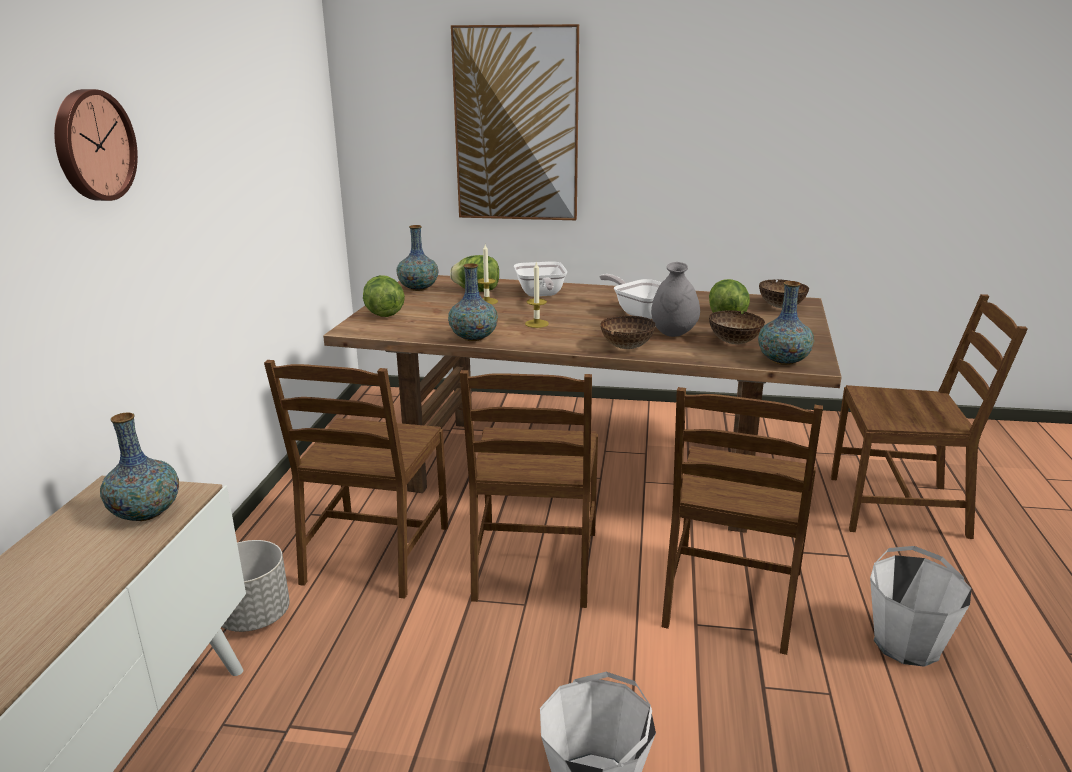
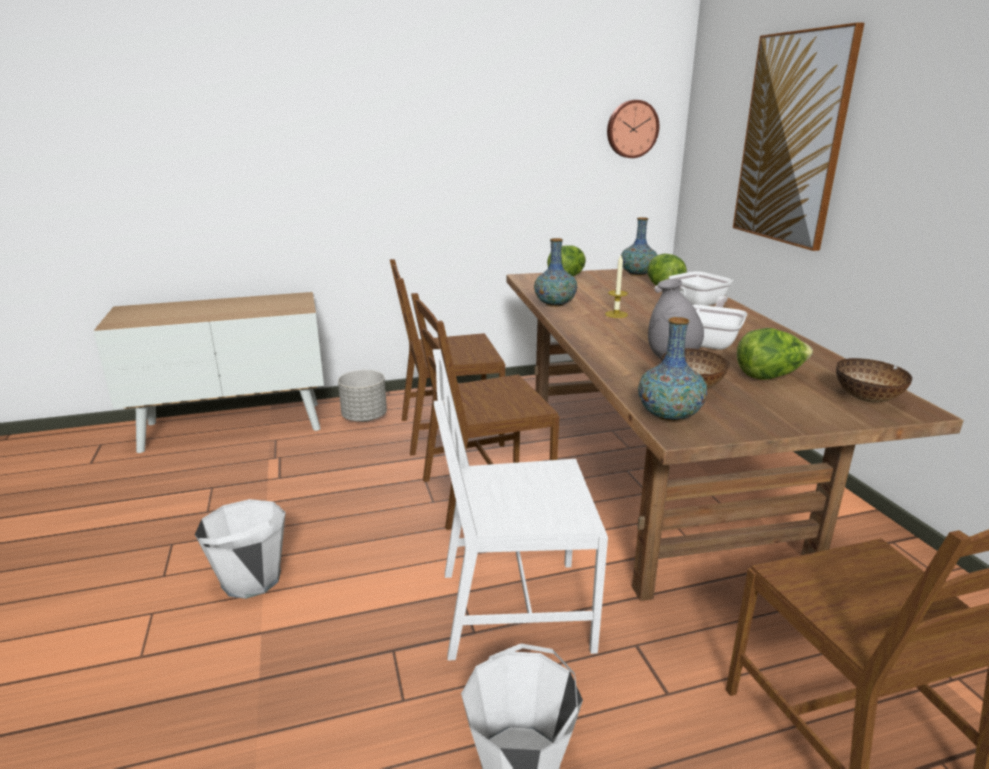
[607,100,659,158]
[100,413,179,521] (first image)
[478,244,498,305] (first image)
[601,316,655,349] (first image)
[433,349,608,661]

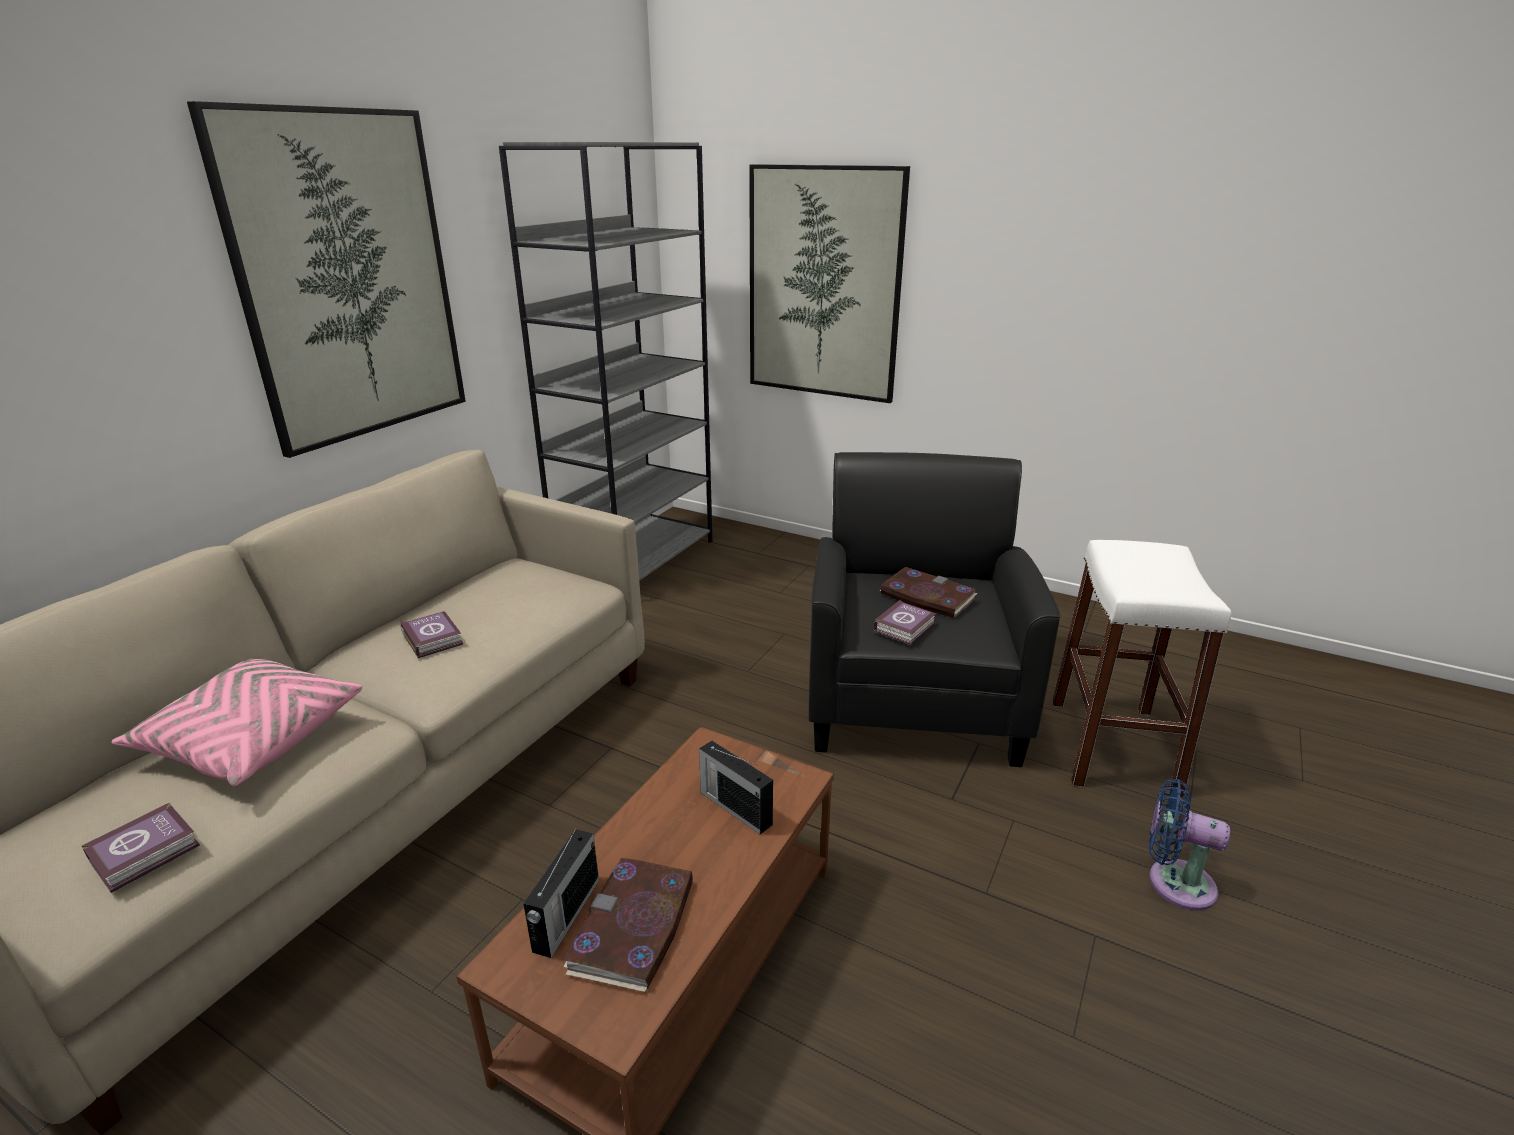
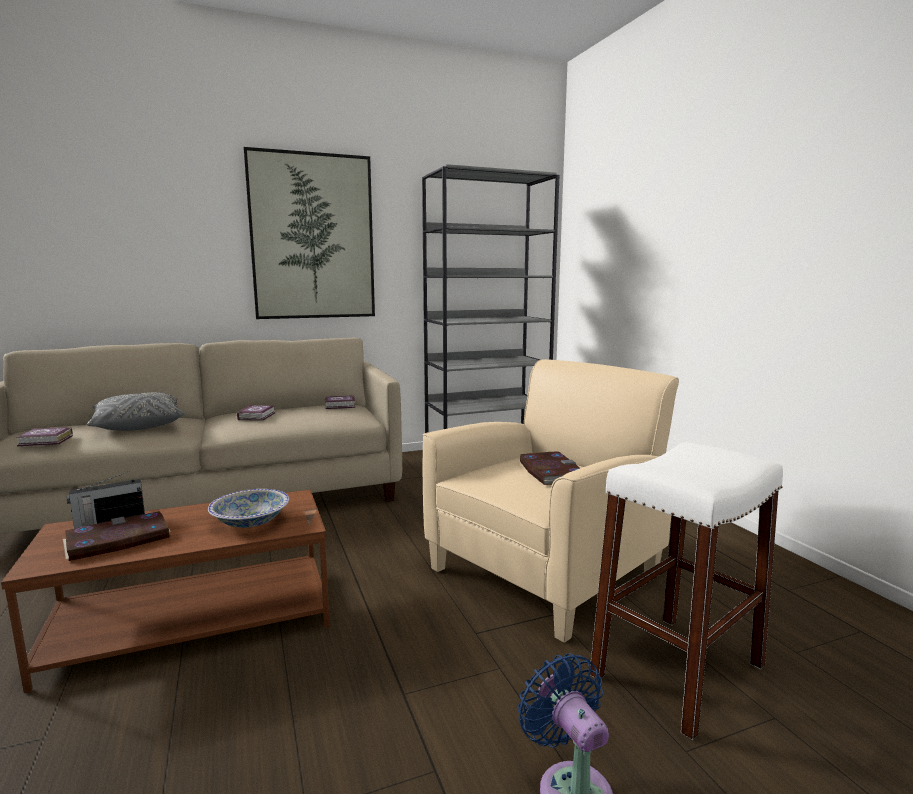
[87,392,185,431]
[208,489,289,528]
[749,164,910,403] (first image)
[423,359,679,643]
[325,395,355,409]

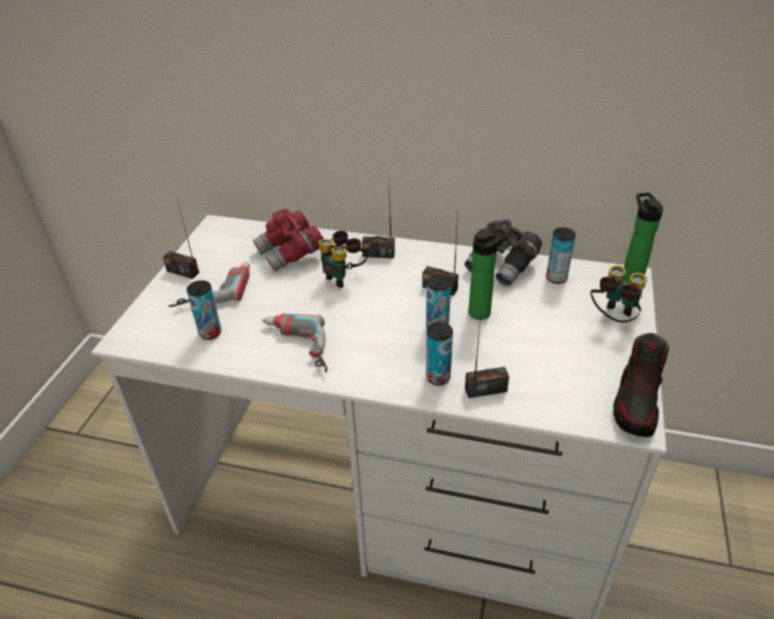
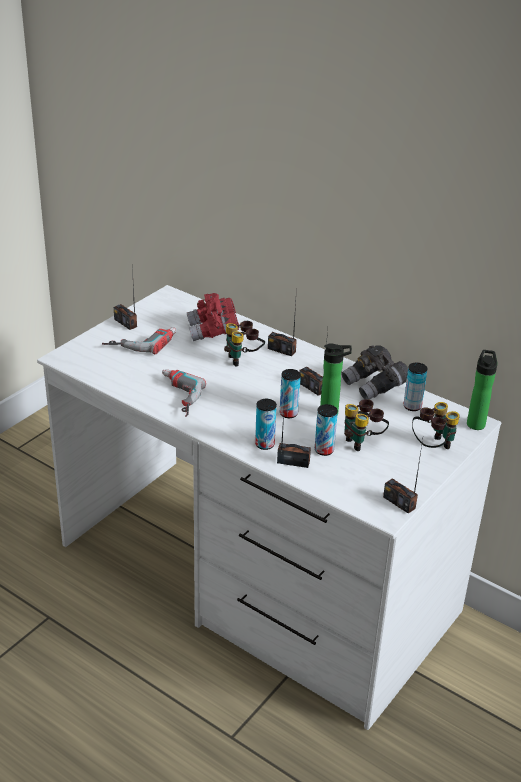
[315,404,338,456]
[383,439,423,514]
[344,399,389,451]

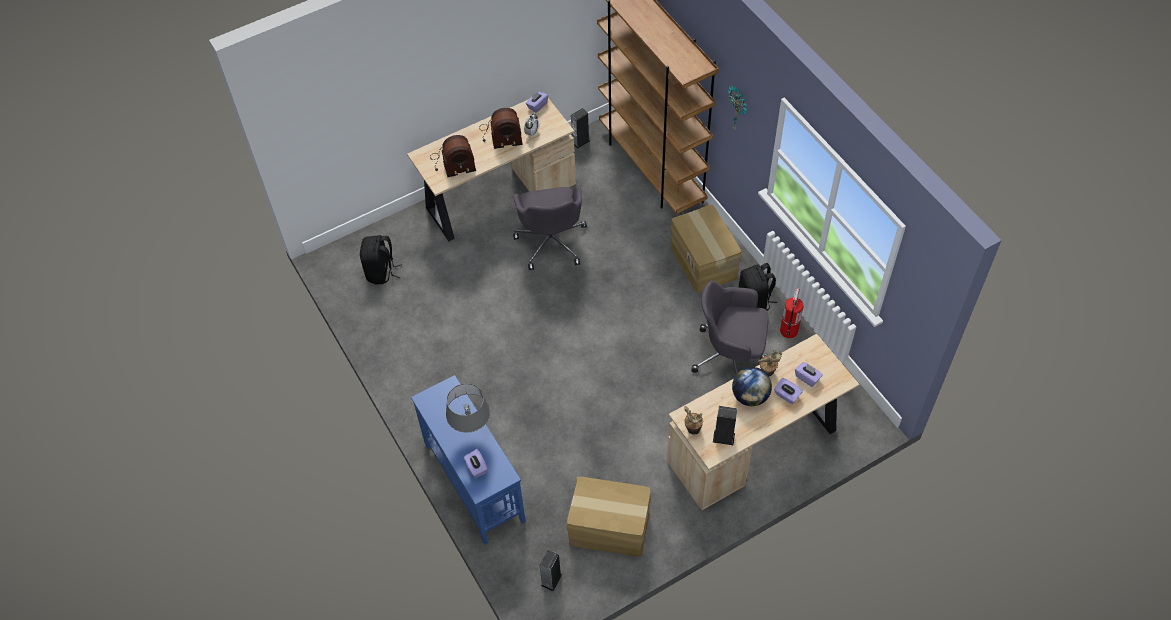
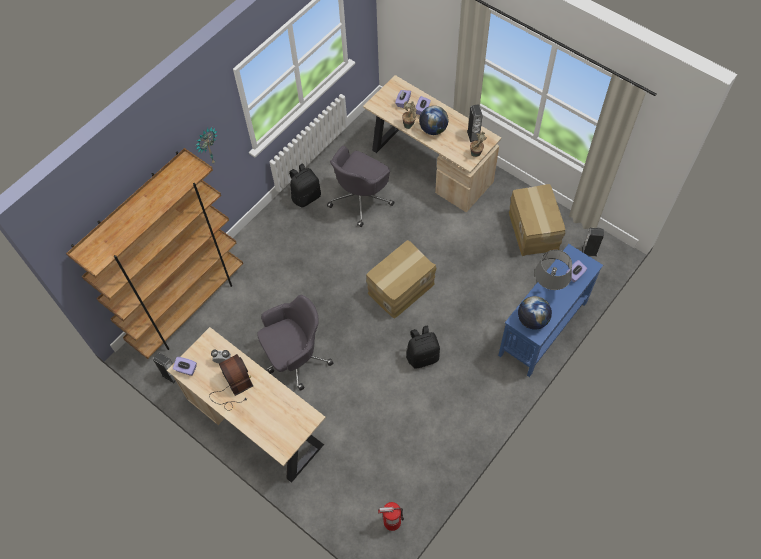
[406,325,440,369]
[430,135,476,177] (first image)
[366,240,437,318]
[327,146,395,227]
[378,502,404,531]
[518,296,552,330]

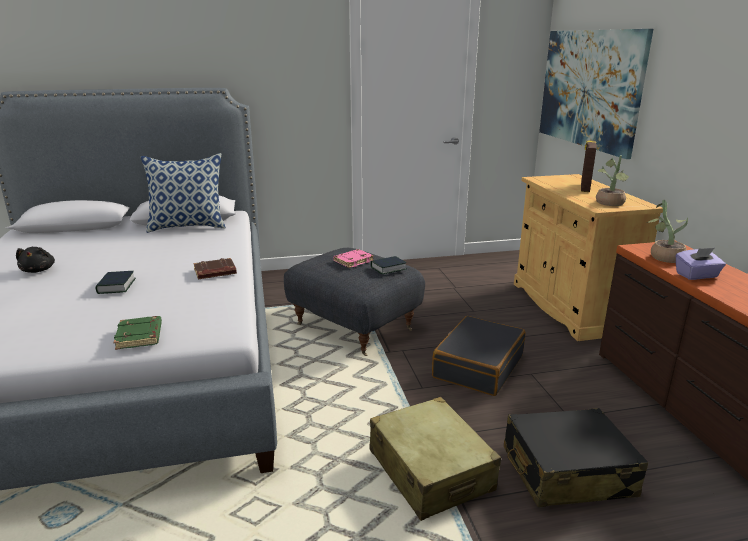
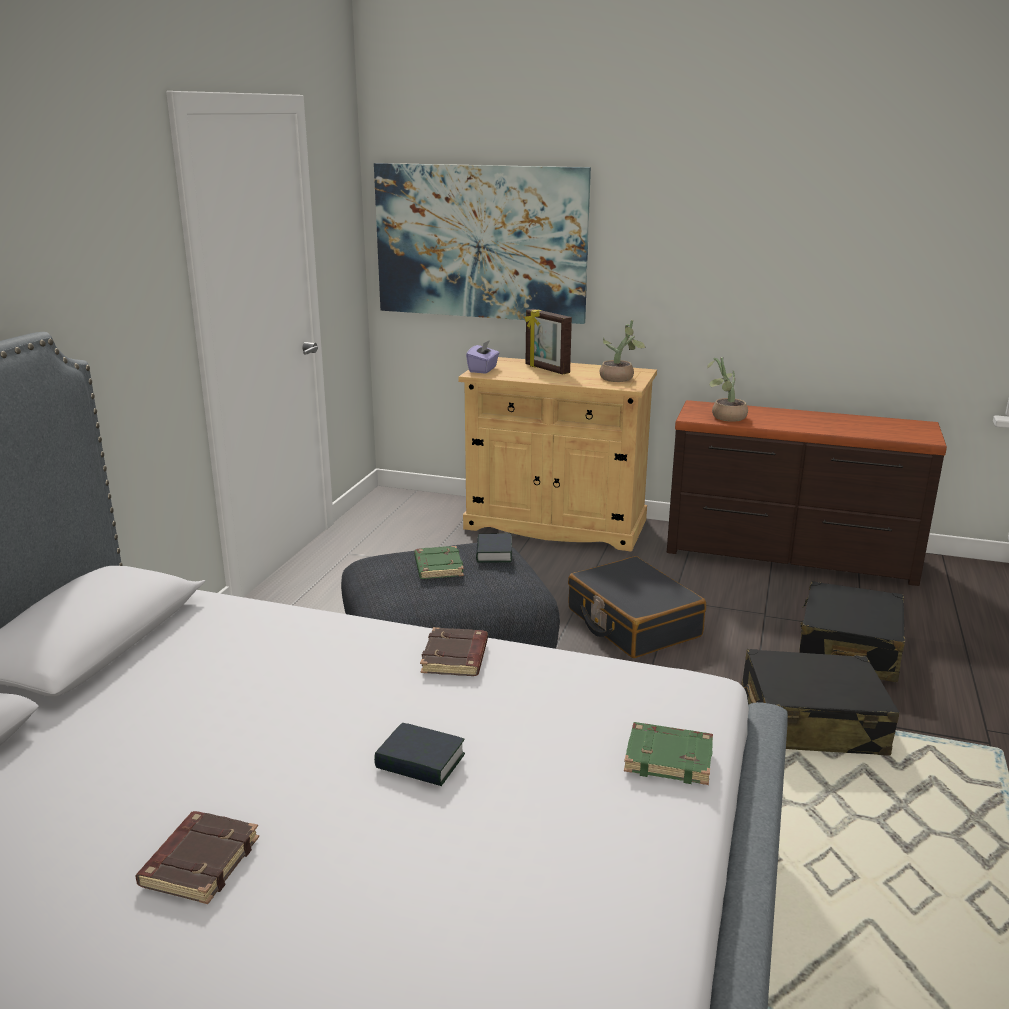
[136,811,259,904]
[141,153,226,233] (first image)
[414,546,464,579]
[741,649,900,756]
[466,340,499,374]

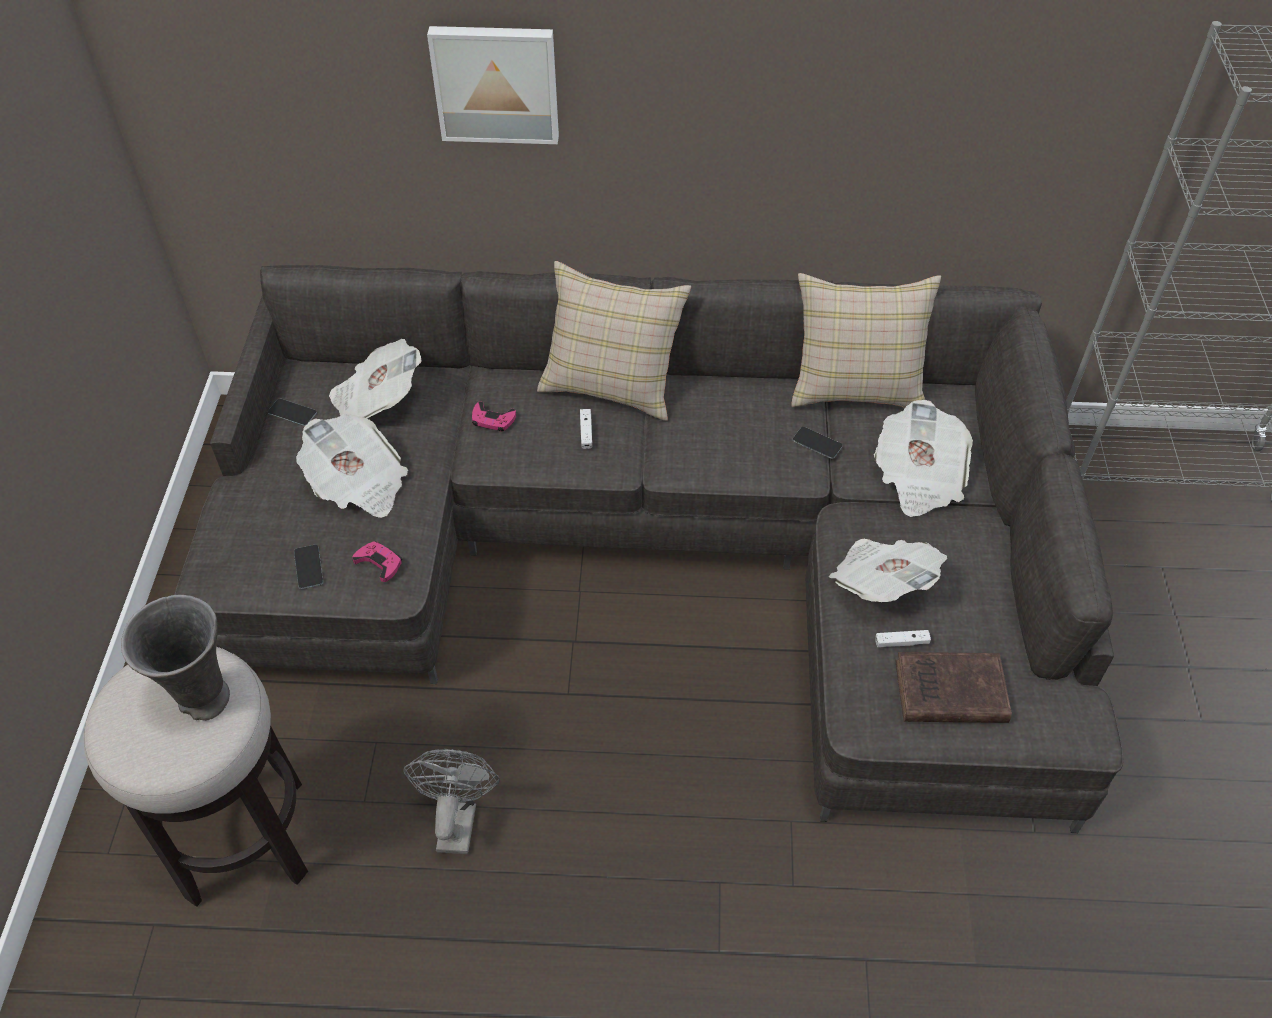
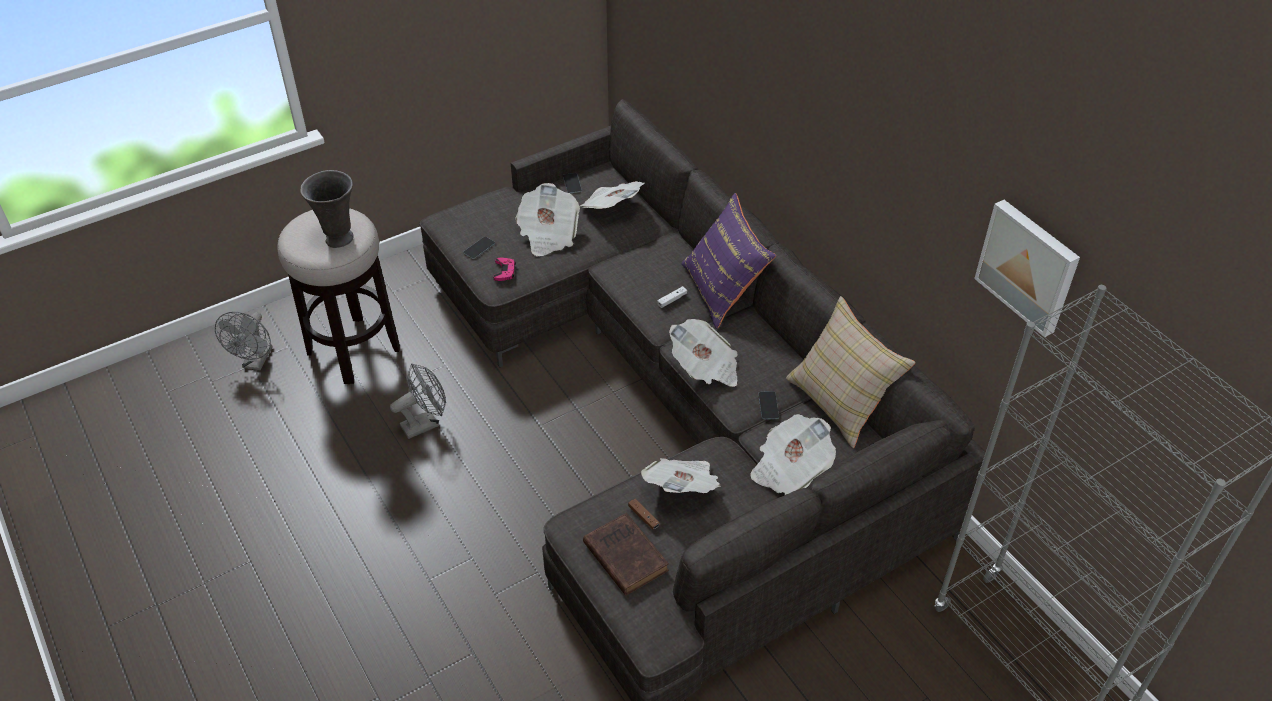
[974,200,1080,337]
[472,401,516,432] (first image)
[681,193,776,329]
[628,499,660,530]
[215,312,273,370]
[669,319,738,387]

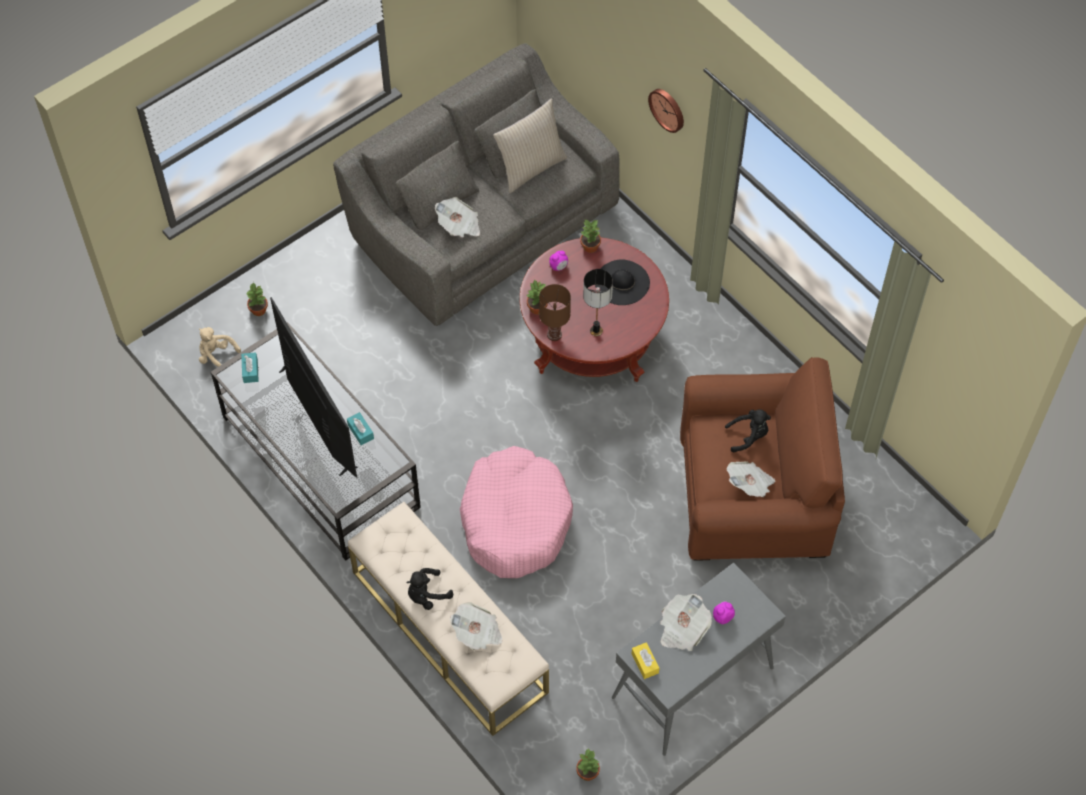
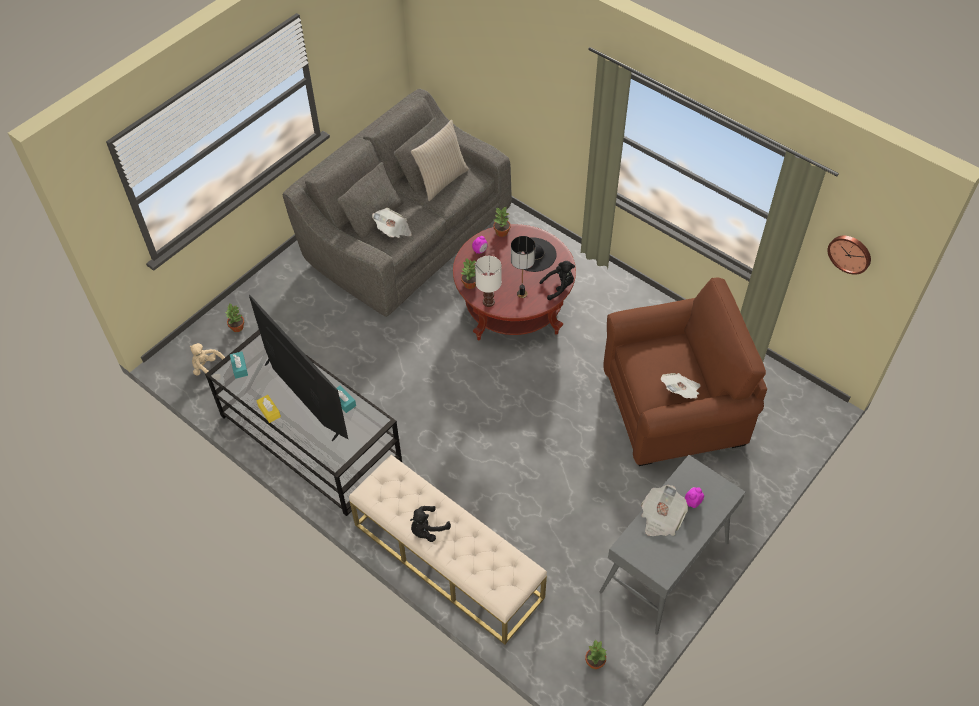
[450,602,503,651] (first image)
[460,446,573,578] (first image)
[475,256,502,307]
[256,395,281,423]
[828,236,871,275]
[539,261,575,300]

